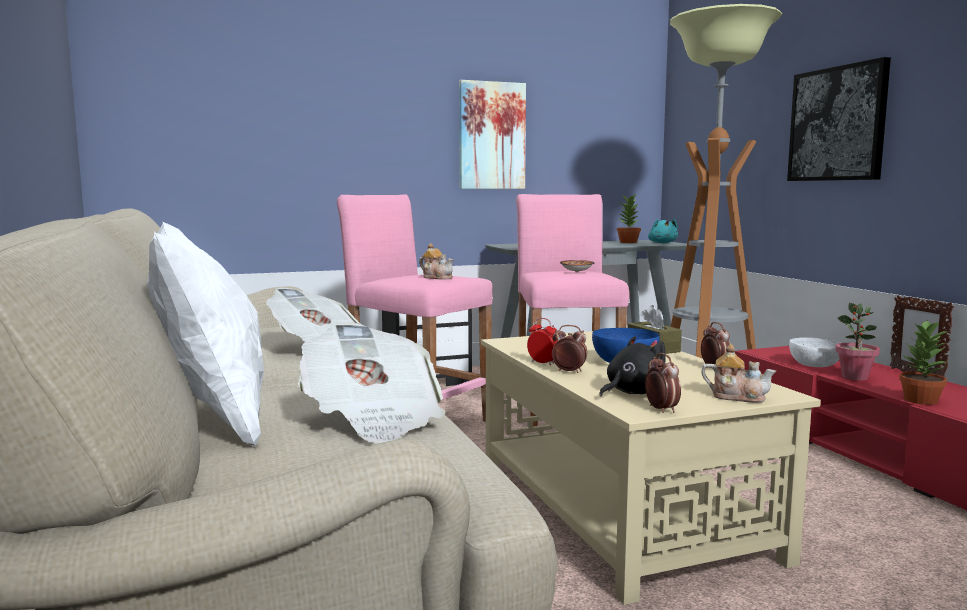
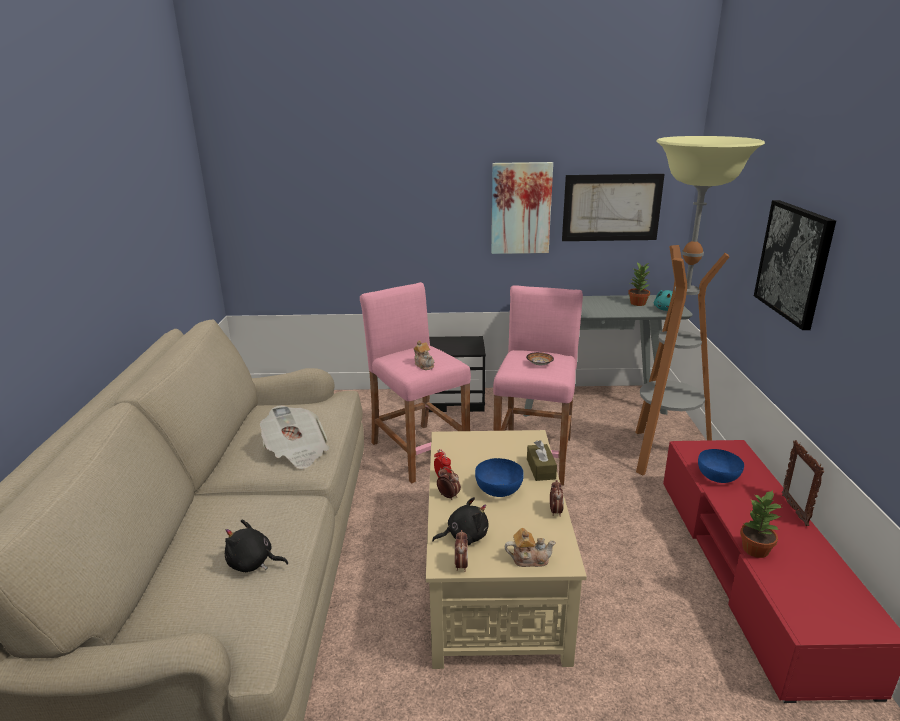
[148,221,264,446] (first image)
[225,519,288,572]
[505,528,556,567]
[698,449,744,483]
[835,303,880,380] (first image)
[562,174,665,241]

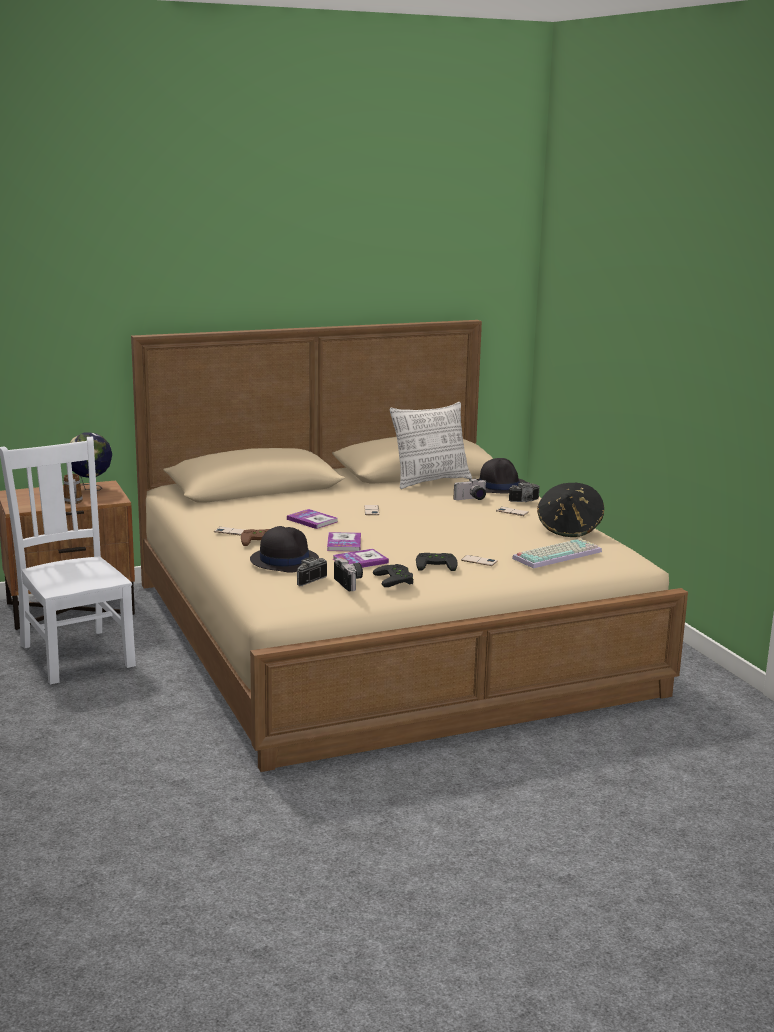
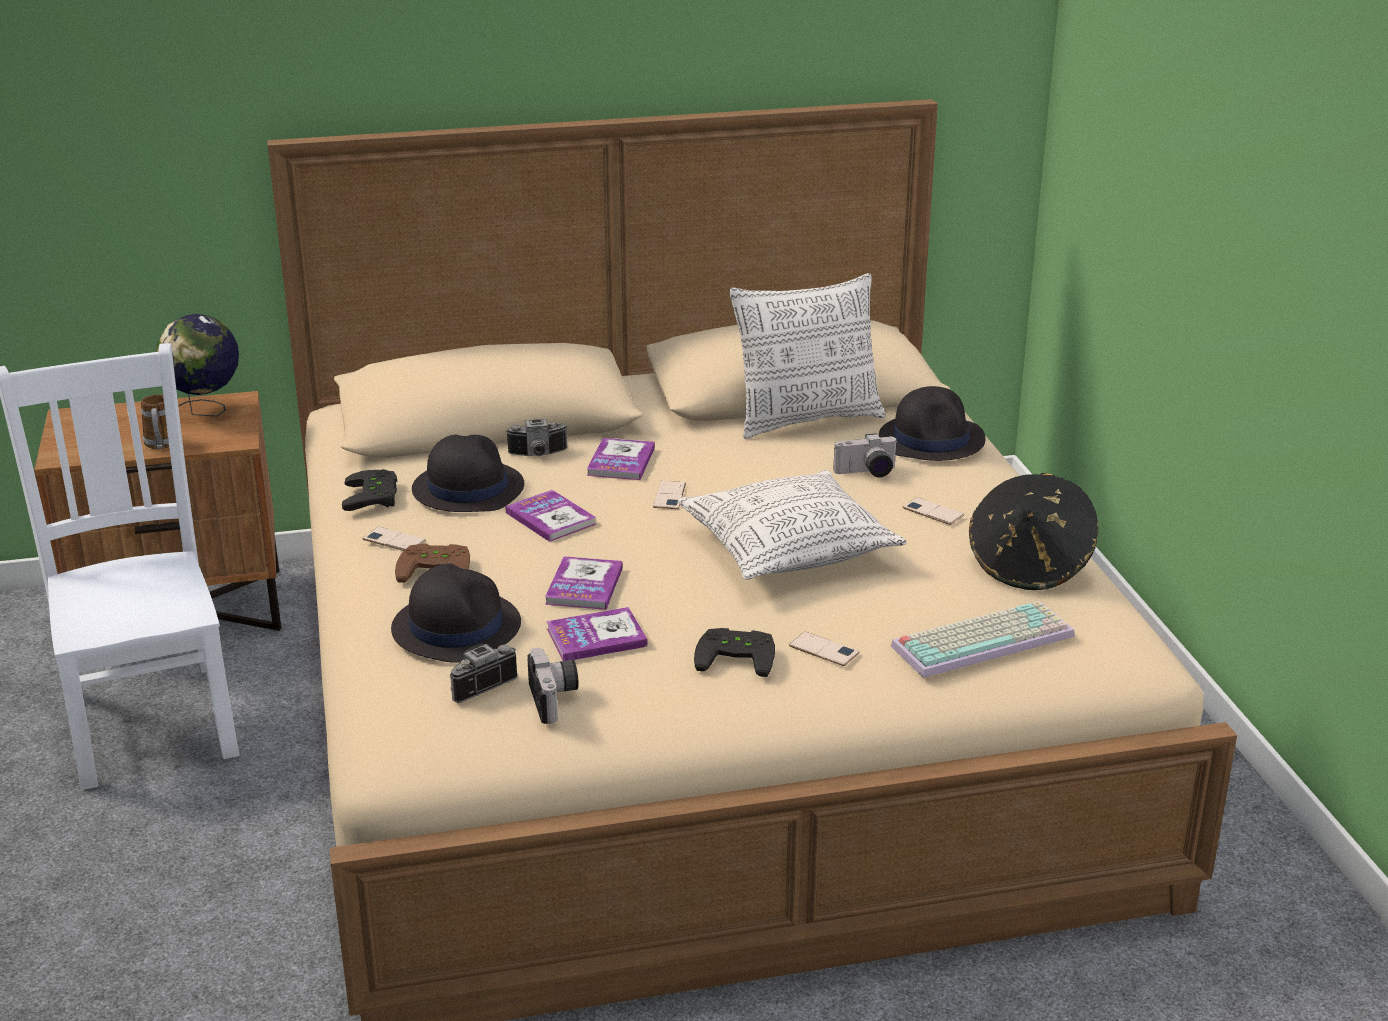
[342,469,397,511]
[506,419,568,456]
[412,435,524,512]
[587,438,655,480]
[677,470,906,580]

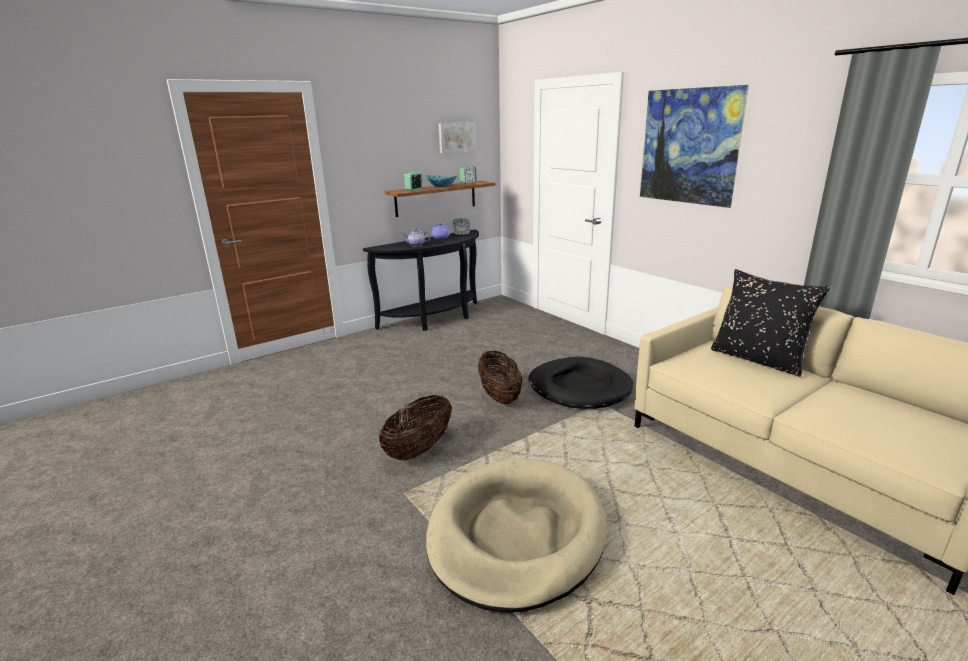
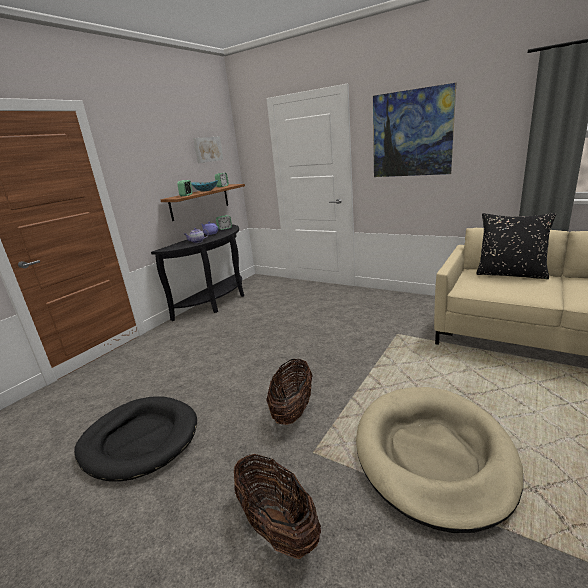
[234,454,321,559]
[74,396,197,481]

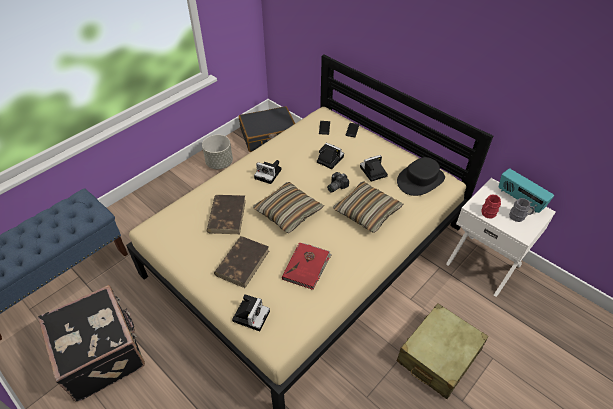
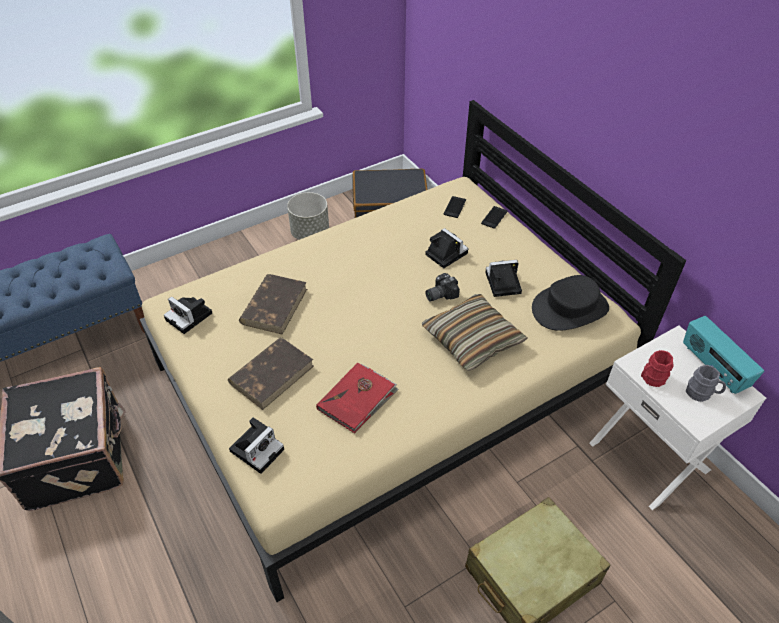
[253,182,324,233] (first image)
[164,296,212,334]

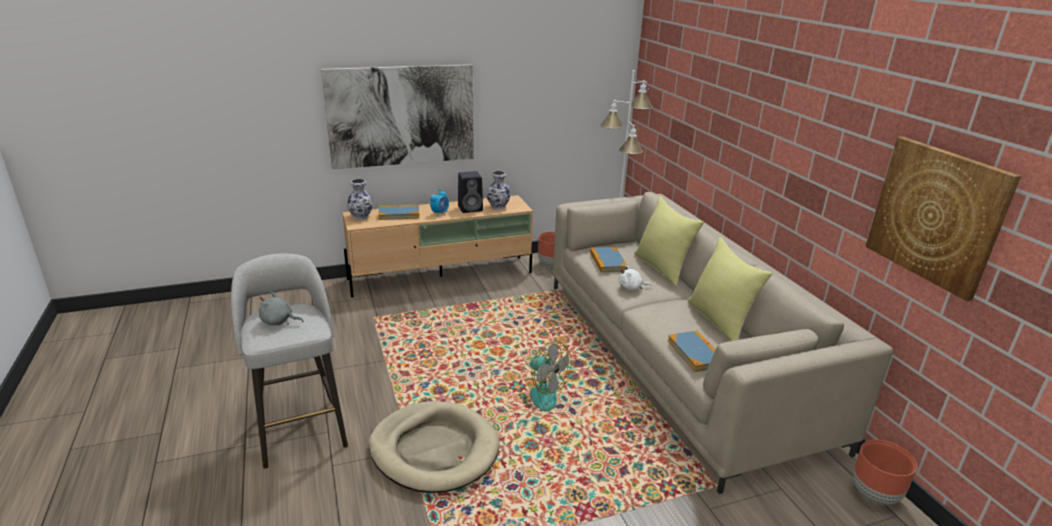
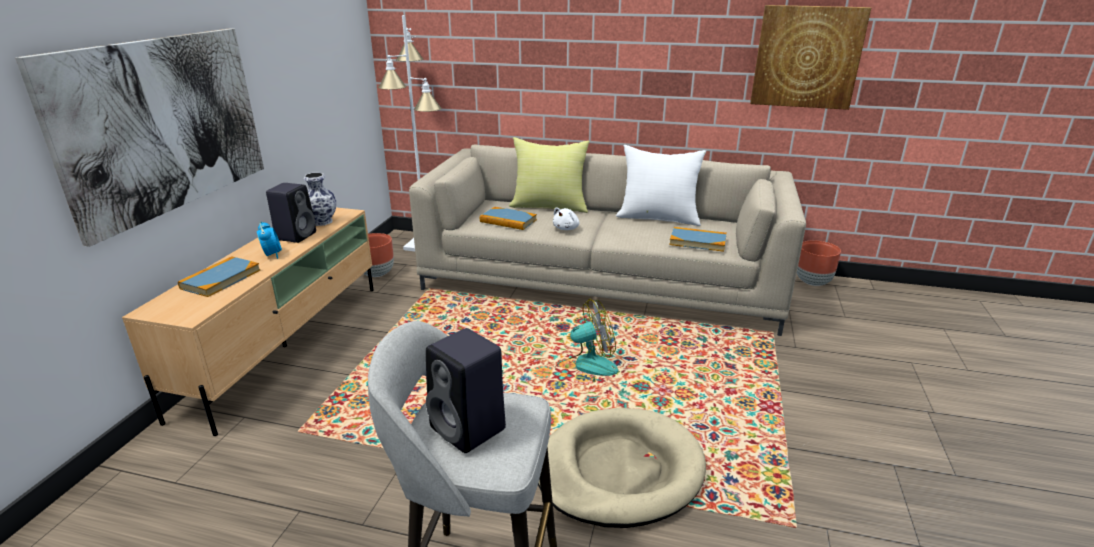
[426,328,506,453]
[347,179,373,220] (first image)
[616,145,706,226]

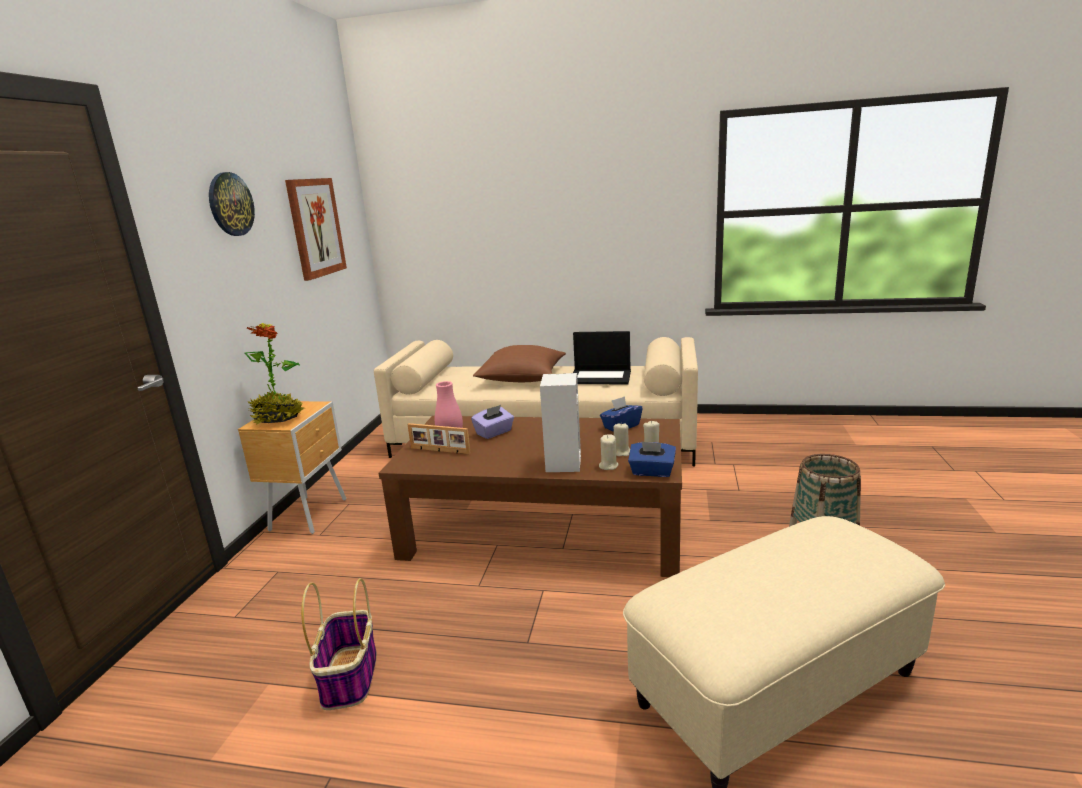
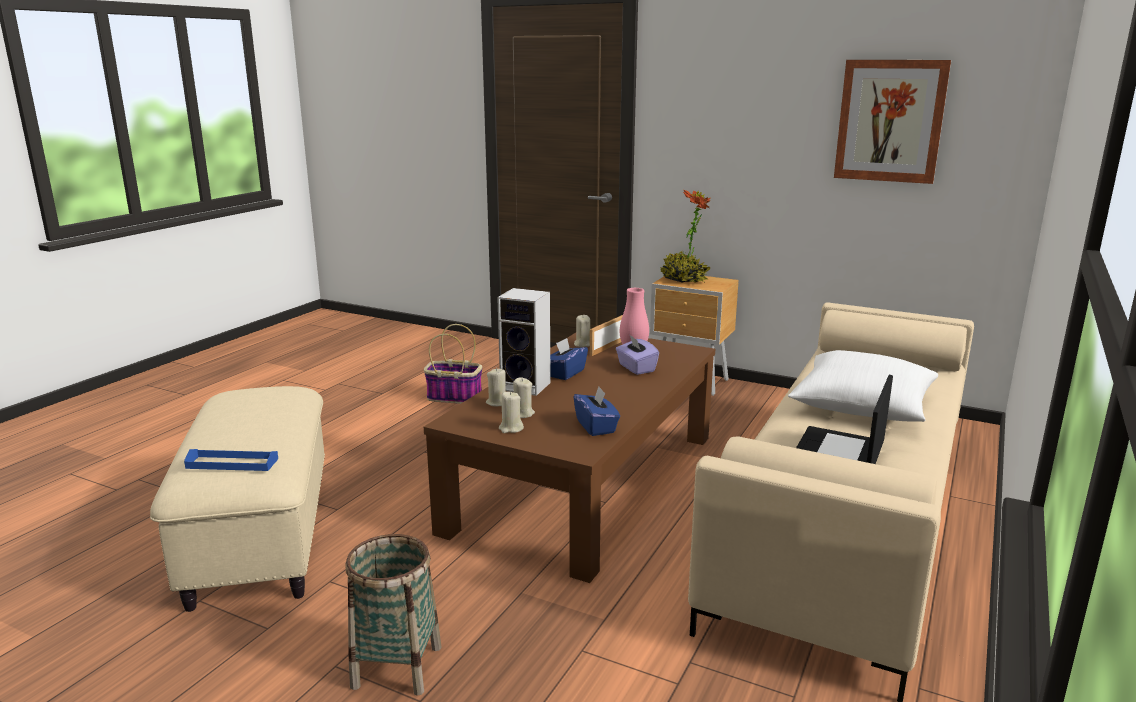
[209,172,255,236] (first image)
[788,350,938,422]
[550,338,588,380]
[184,449,278,471]
[574,315,590,347]

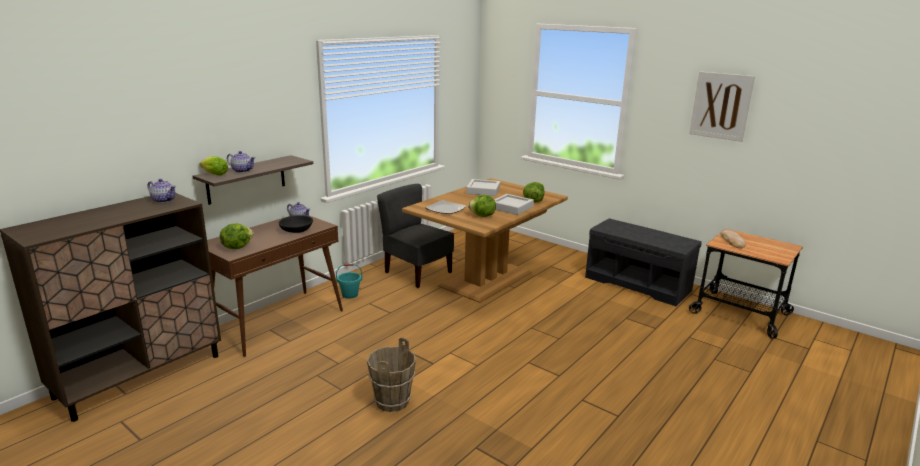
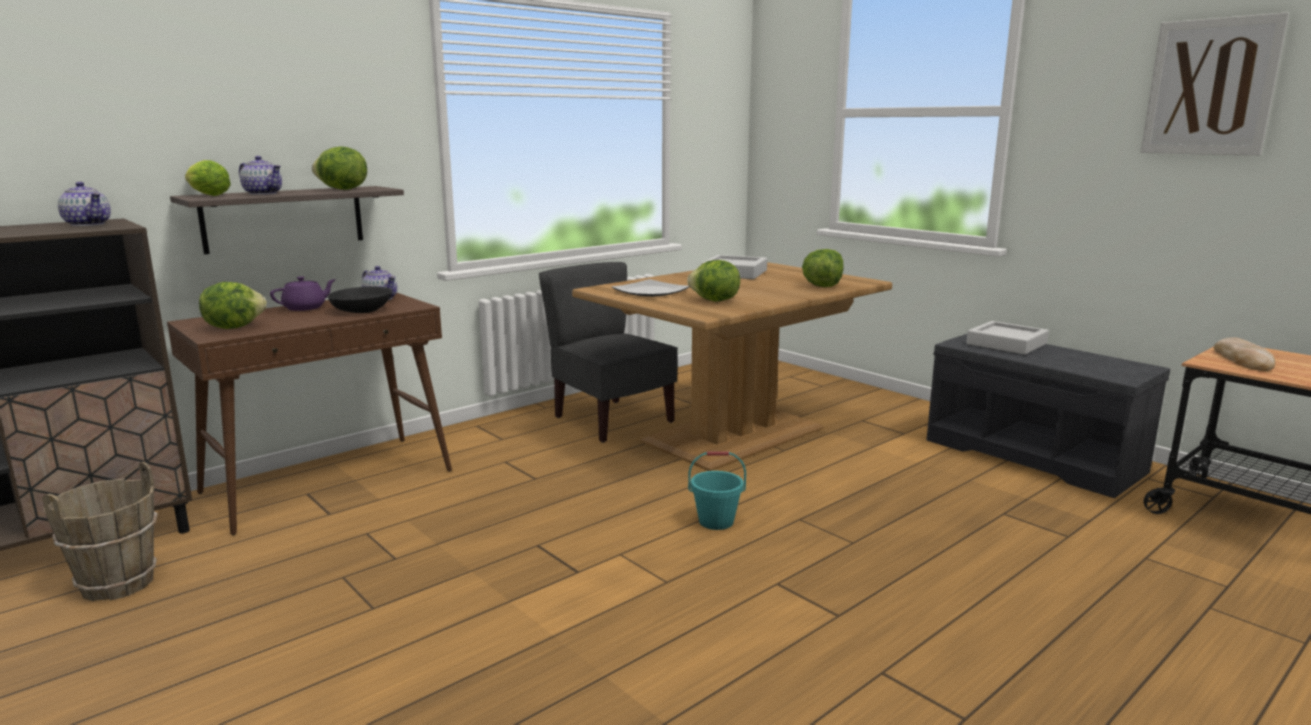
[688,451,746,530]
[42,462,158,601]
[966,321,1049,355]
[270,276,336,311]
[312,146,367,190]

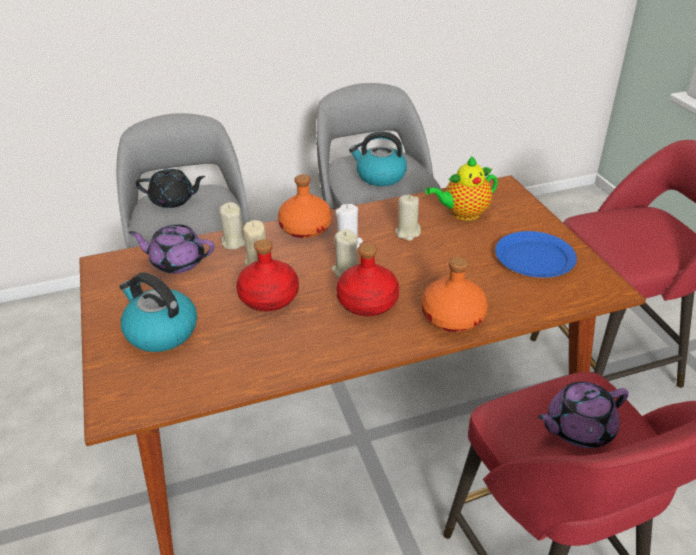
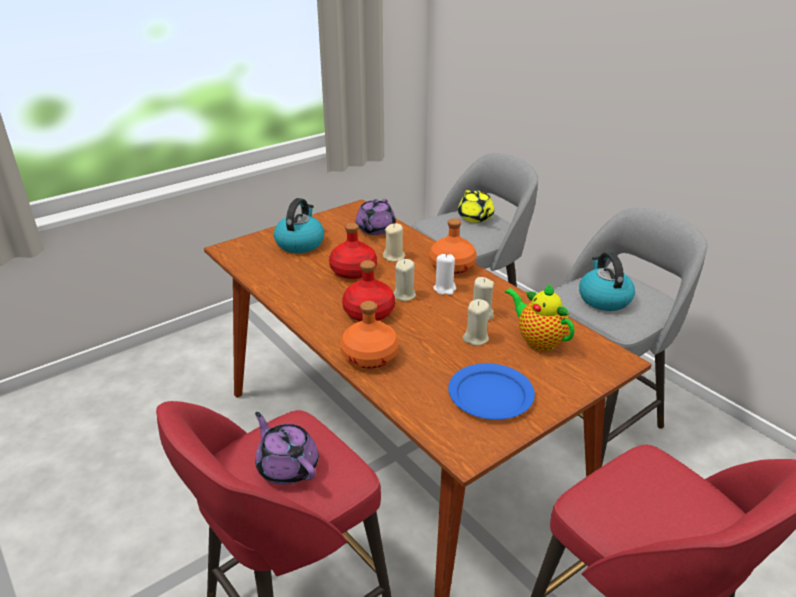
[356,199,396,235]
[458,190,494,223]
[462,299,490,346]

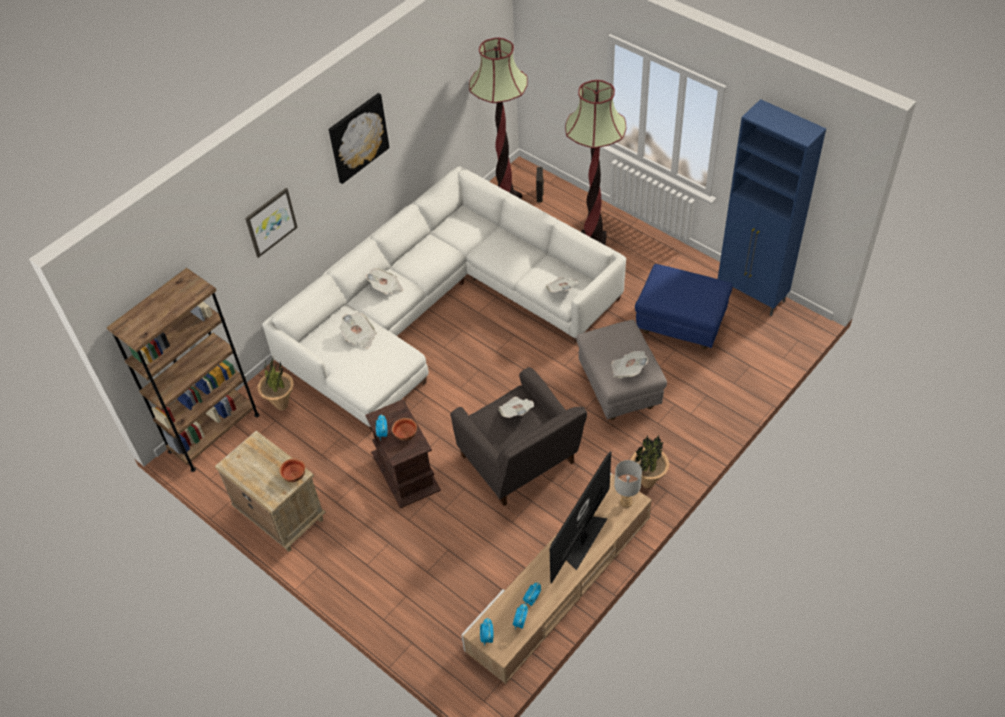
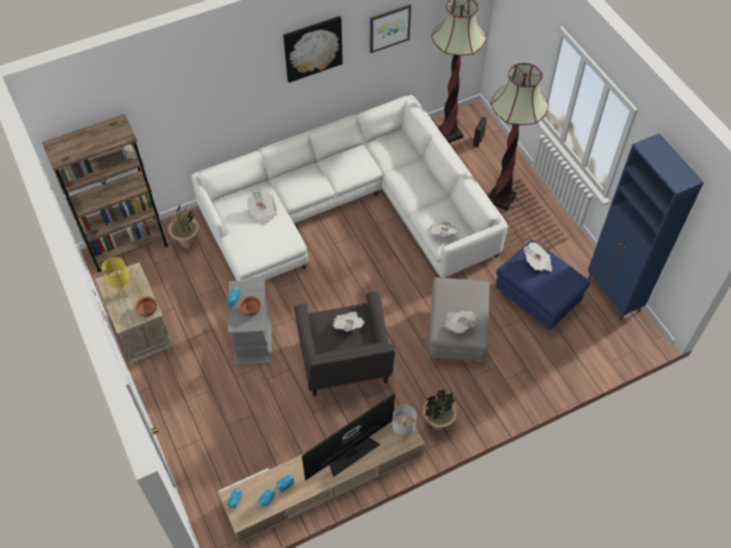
[370,4,411,53]
[228,279,272,365]
[524,242,552,272]
[102,257,130,298]

